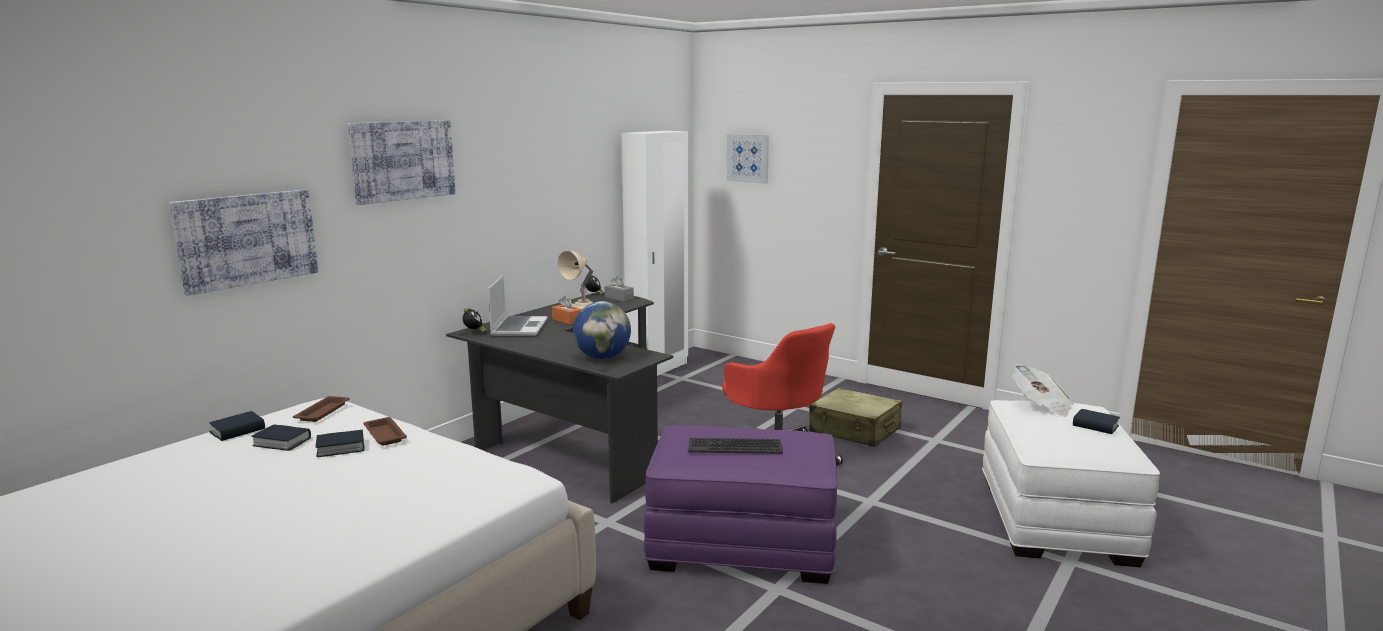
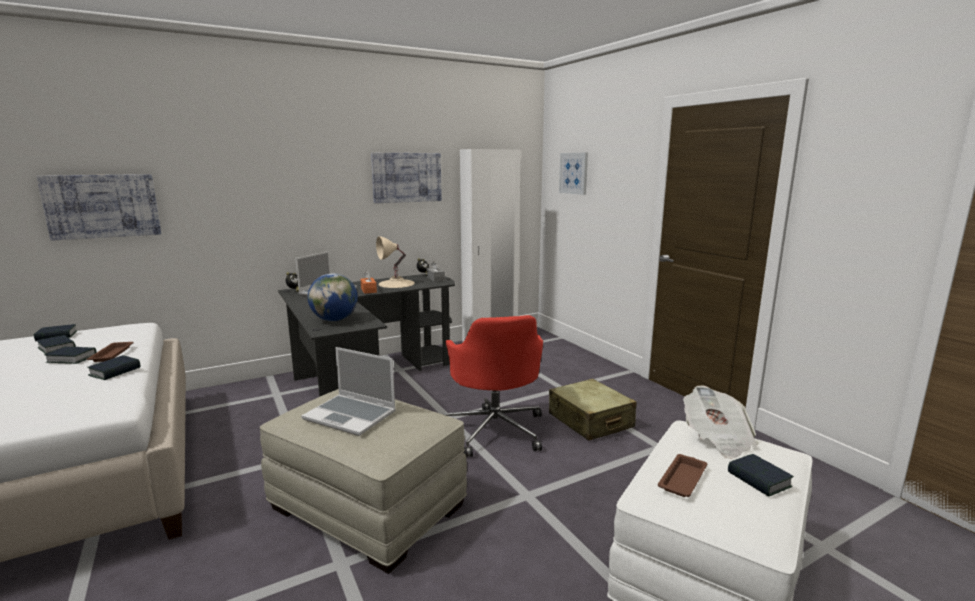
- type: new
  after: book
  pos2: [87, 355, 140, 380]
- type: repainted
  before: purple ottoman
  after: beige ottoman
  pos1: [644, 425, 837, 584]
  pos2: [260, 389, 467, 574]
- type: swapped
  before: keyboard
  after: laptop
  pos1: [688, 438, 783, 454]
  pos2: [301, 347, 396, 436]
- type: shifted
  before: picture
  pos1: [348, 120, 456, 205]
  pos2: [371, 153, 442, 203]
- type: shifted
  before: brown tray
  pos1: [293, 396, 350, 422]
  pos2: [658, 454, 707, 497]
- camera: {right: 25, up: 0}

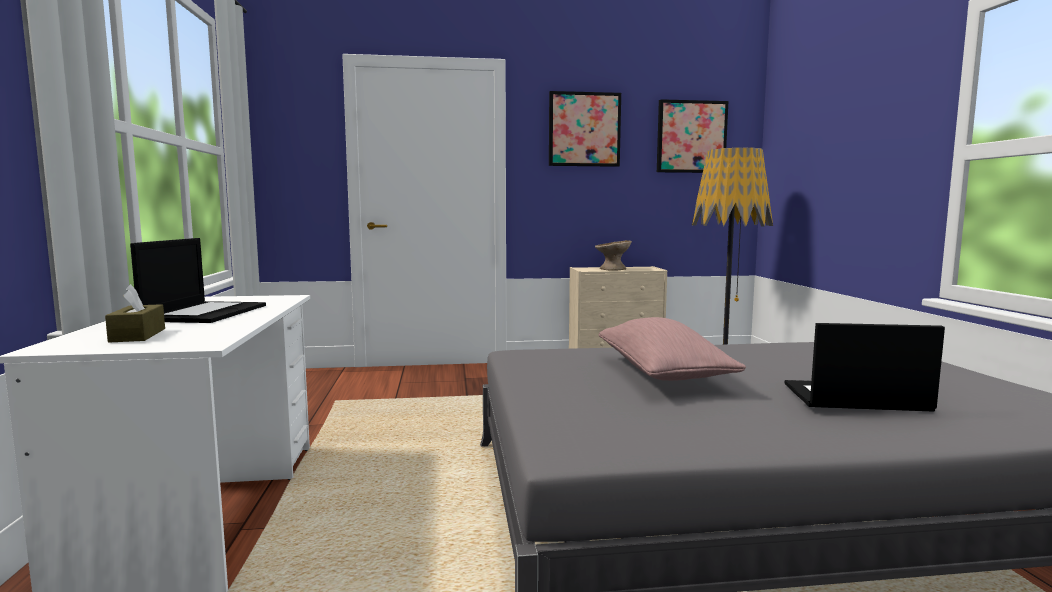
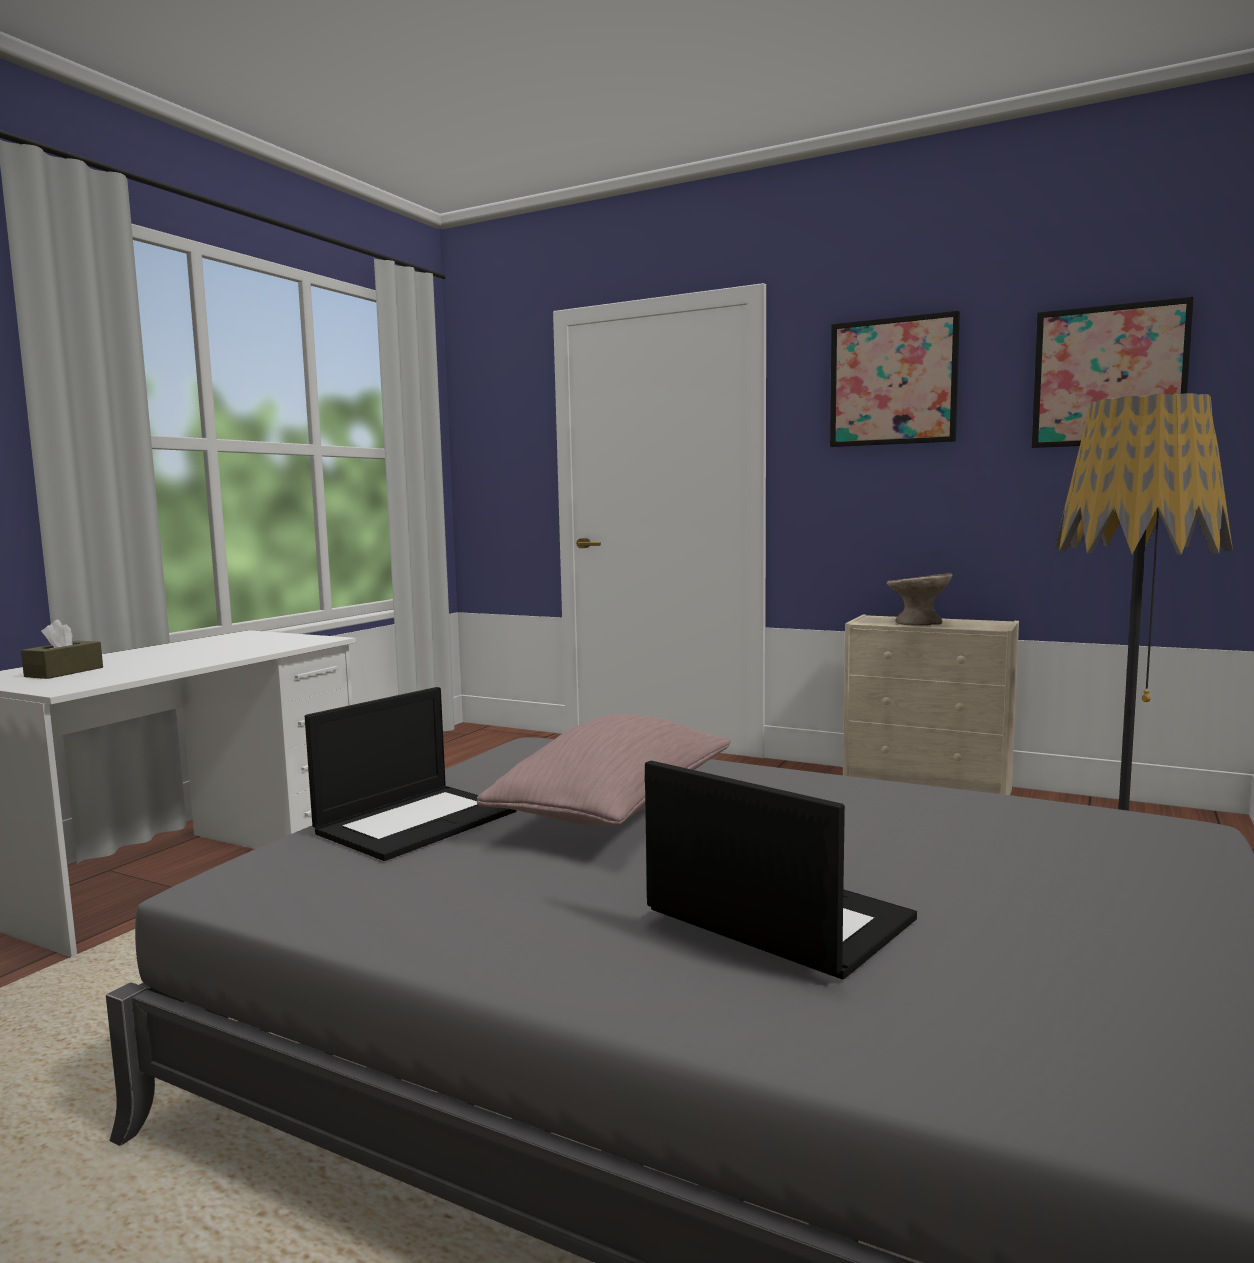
- type: shifted
  before: laptop
  pos1: [130, 238, 266, 323]
  pos2: [305, 687, 517, 861]
- camera: {right: 35, up: 0}

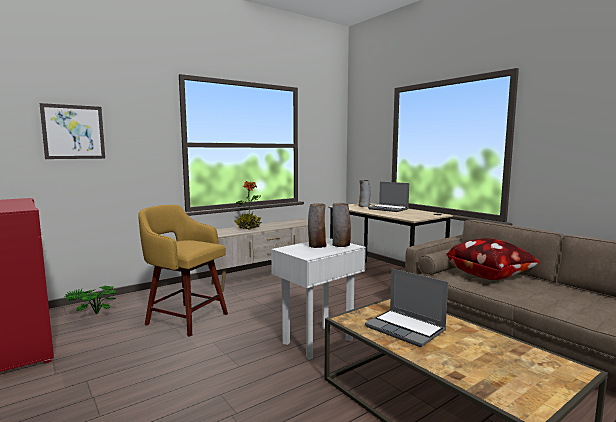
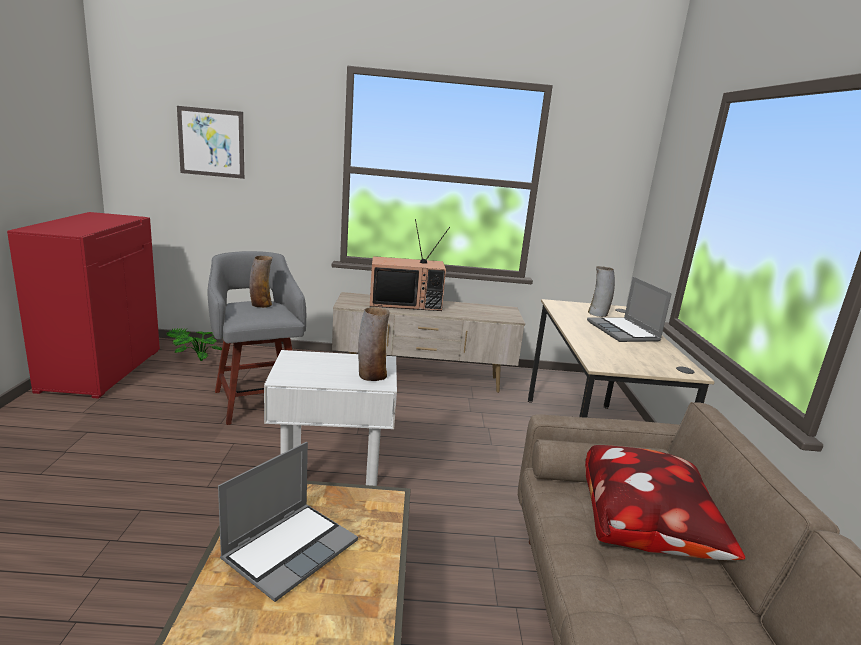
- type: repainted
  before: yellow stool
  after: grey stool
  pos1: [138, 205, 228, 337]
  pos2: [208, 251, 306, 425]
- type: rotated
  before: laptop
  pos1: [365, 268, 448, 347]
  pos2: [218, 442, 358, 602]
  turn: -135
- type: shifted
  before: vase
  pos1: [308, 203, 326, 248]
  pos2: [249, 256, 273, 308]
- type: swapped
  before: potted plant
  after: television
  pos1: [234, 181, 262, 230]
  pos2: [370, 219, 450, 311]
- camera: {right: 35, up: 10}

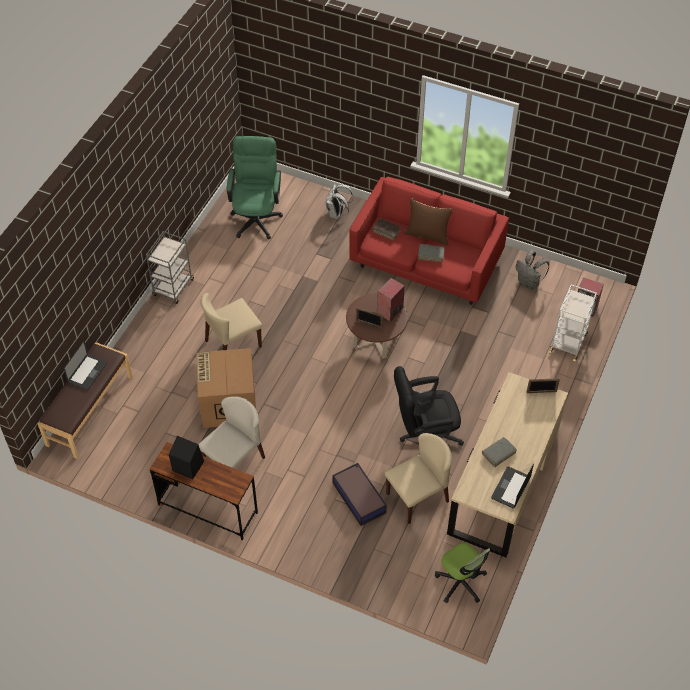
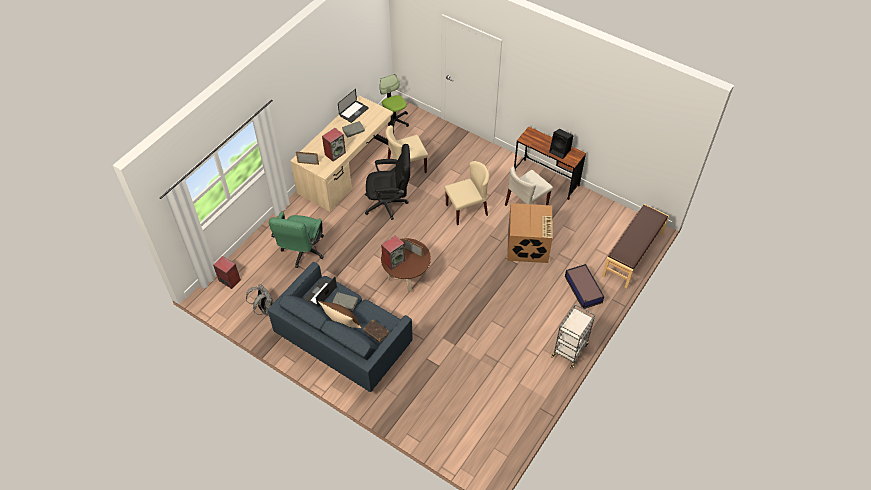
- type: repainted
  before: red sofa
  after: blue sofa
  pos1: [349, 177, 509, 305]
  pos2: [268, 262, 413, 392]
- type: shifted
  before: green office chair
  pos1: [227, 136, 283, 239]
  pos2: [269, 211, 324, 268]
- type: shifted
  before: laptop
  pos1: [64, 341, 107, 390]
  pos2: [304, 277, 337, 307]
- type: new
  after: speaker
  pos2: [322, 128, 346, 161]
- type: shifted
  before: beige chair
  pos1: [200, 293, 262, 350]
  pos2: [444, 161, 489, 225]
- type: shifted
  before: storage box
  pos1: [332, 463, 387, 526]
  pos2: [565, 264, 604, 309]
- type: gone
  before: white backpack
  pos1: [326, 184, 353, 219]
- type: gone
  before: white cart
  pos1: [549, 284, 597, 362]
- camera: {right: -170, up: 0}

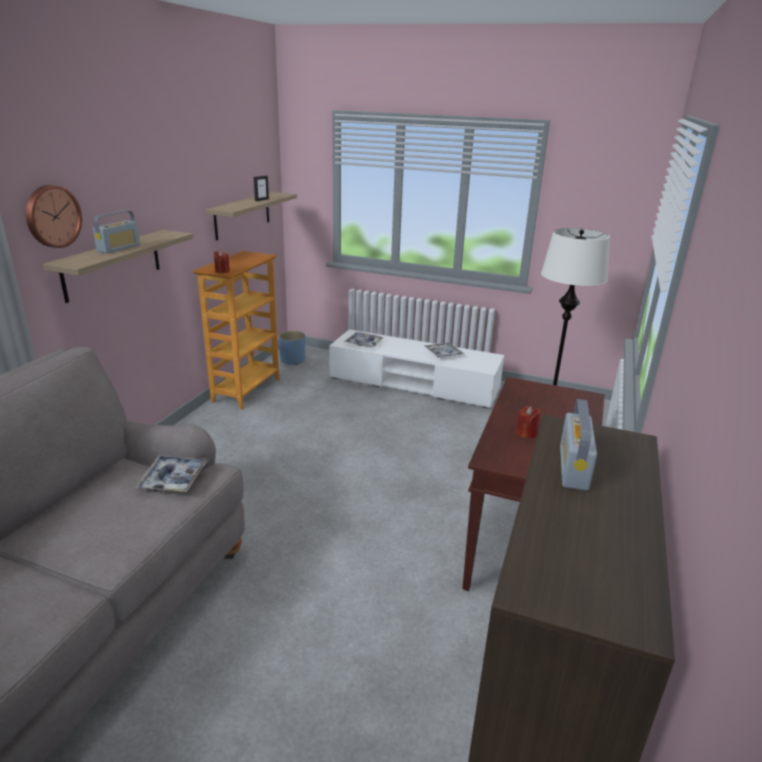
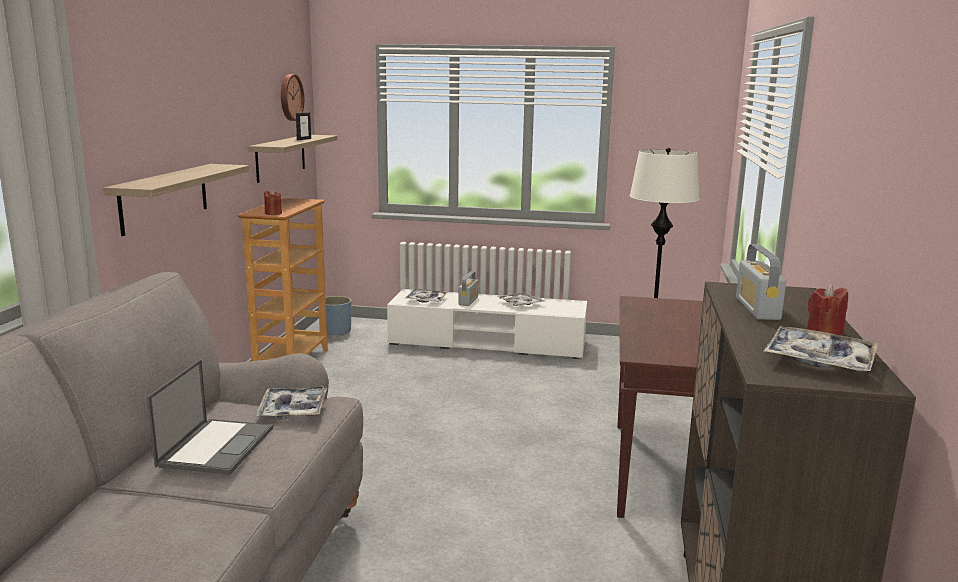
- type: new
  after: laptop
  pos2: [147, 359, 273, 475]
- type: shifted
  before: wall clock
  pos1: [26, 185, 82, 248]
  pos2: [281, 74, 304, 121]
- type: shifted
  before: radio
  pos1: [93, 210, 140, 254]
  pos2: [458, 271, 478, 306]
- type: new
  after: tray
  pos2: [763, 326, 879, 372]
- type: shifted
  before: red candle
  pos1: [516, 406, 540, 439]
  pos2: [807, 284, 848, 335]
- camera: {right: -10, up: -10}

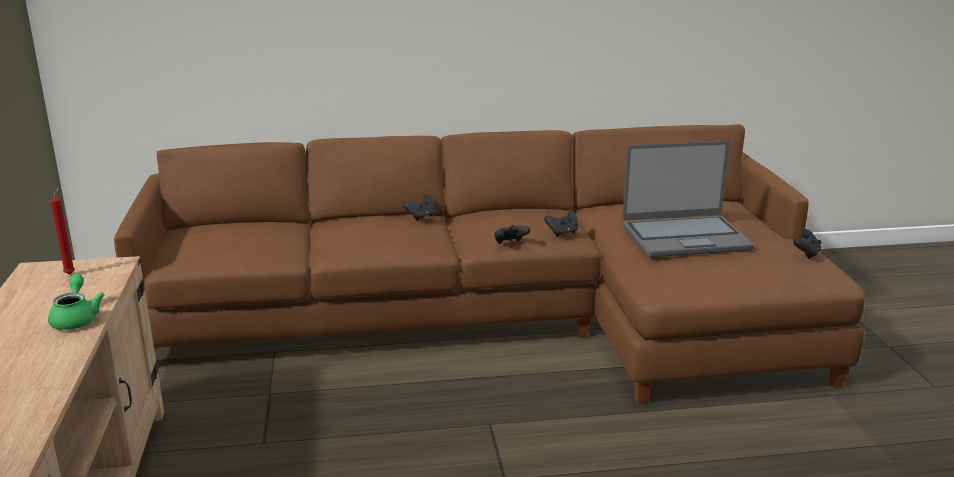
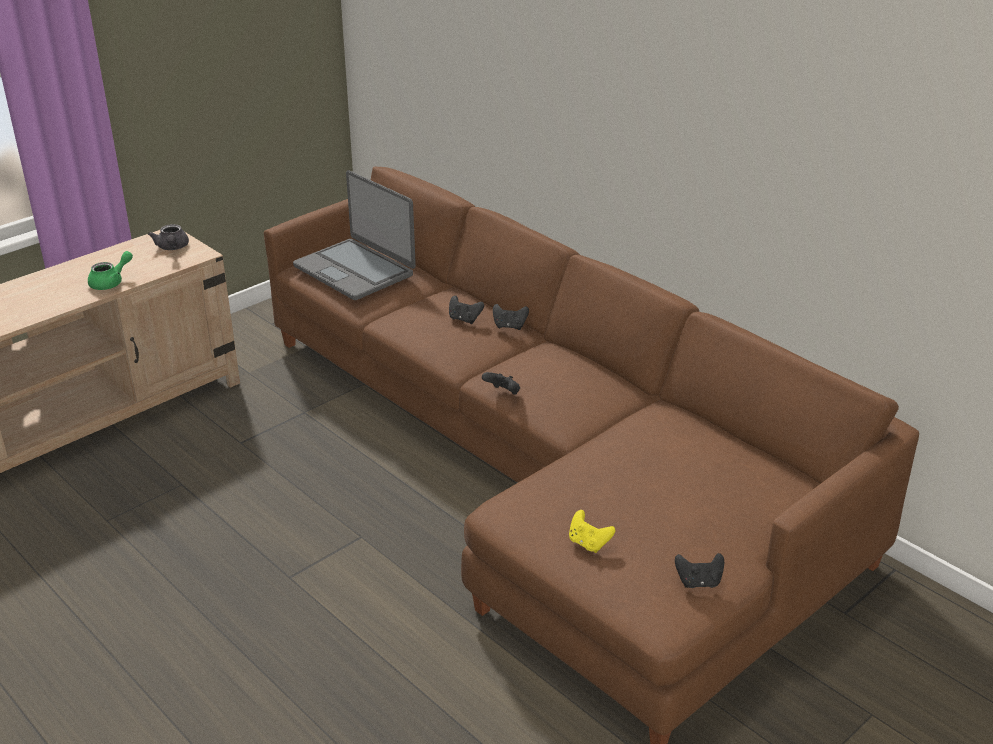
- type: swapped
  before: red candle
  after: grey teapot
  pos1: [50, 188, 75, 274]
  pos2: [148, 224, 189, 250]
- type: shifted
  before: laptop
  pos1: [622, 140, 754, 257]
  pos2: [293, 170, 416, 300]
- type: shifted
  before: black game controller
  pos1: [544, 211, 578, 237]
  pos2: [449, 296, 484, 324]
- type: new
  after: yellow game controller
  pos2: [569, 510, 615, 553]
- camera: {right: 55, up: 10}

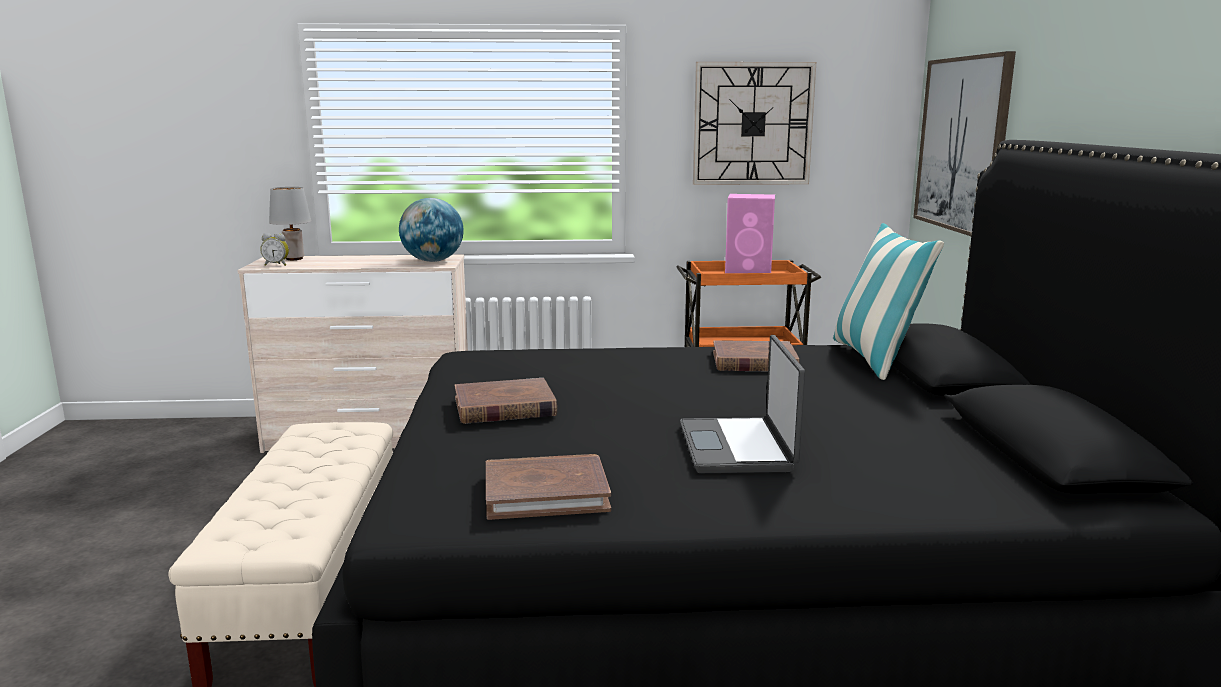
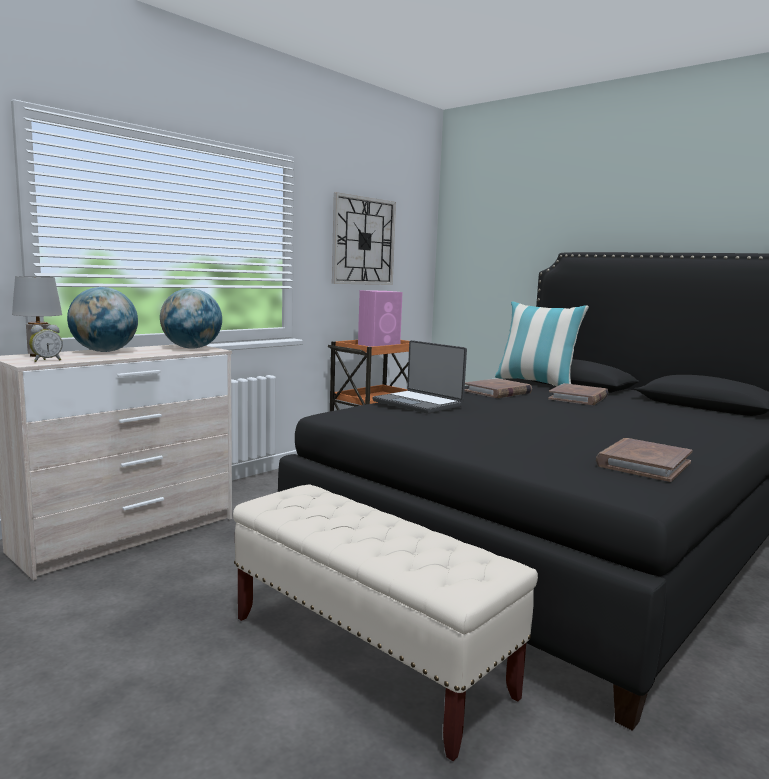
- type: new
  after: globe
  pos2: [67, 287, 138, 352]
- type: shifted
  before: laptop
  pos1: [680, 335, 805, 473]
  pos2: [372, 340, 467, 414]
- type: shifted
  before: brown book
  pos1: [455, 378, 557, 424]
  pos2: [548, 383, 609, 405]
- type: gone
  before: picture
  pos1: [913, 51, 1016, 236]
- camera: {right: -45, up: -5}

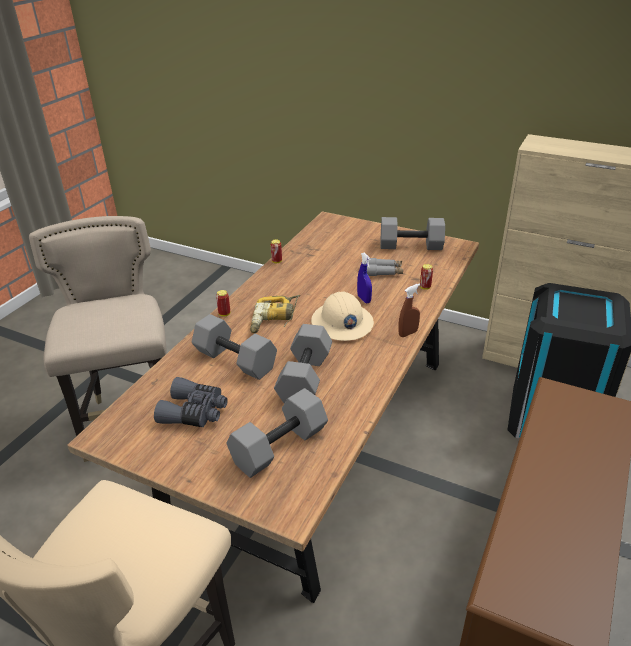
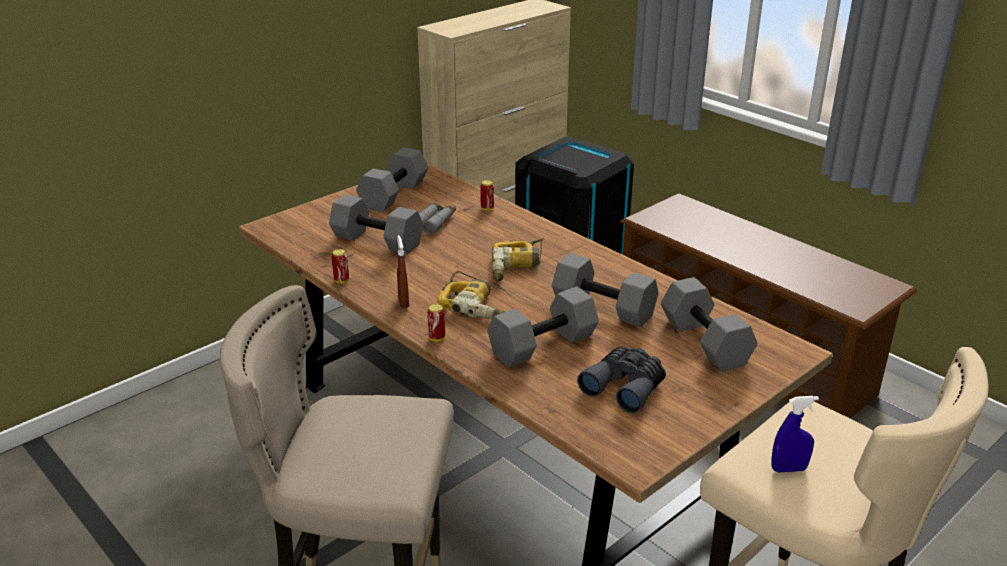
- type: new
  after: grey dumbbell
  pos2: [329, 194, 423, 254]
- type: shifted
  before: brown spray bottle
  pos1: [398, 284, 420, 337]
  pos2: [397, 235, 409, 308]
- type: swapped
  before: beige hard hat
  after: power drill
  pos1: [311, 292, 374, 341]
  pos2: [492, 238, 544, 281]
- type: shifted
  before: blue spray bottle
  pos1: [357, 253, 372, 303]
  pos2: [771, 396, 819, 472]
- camera: {right: -70, up: -5}

